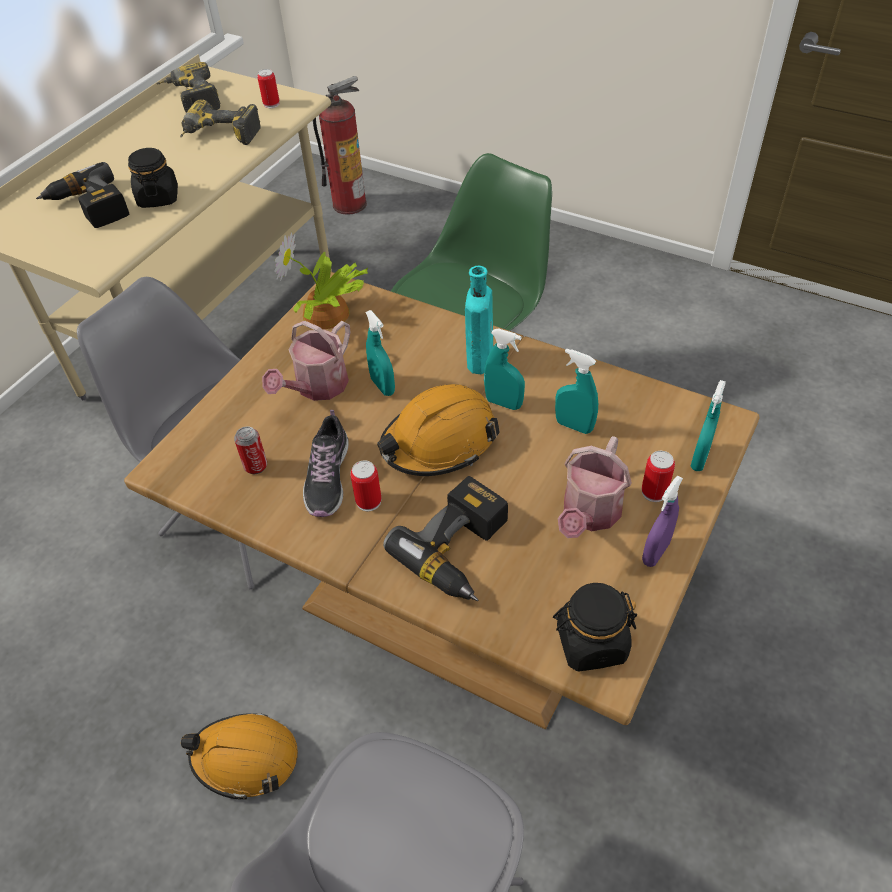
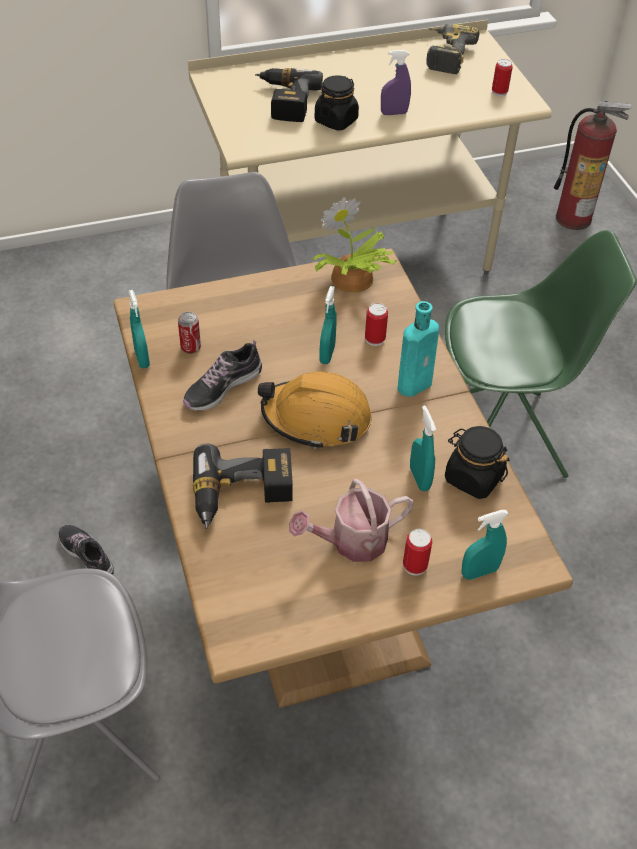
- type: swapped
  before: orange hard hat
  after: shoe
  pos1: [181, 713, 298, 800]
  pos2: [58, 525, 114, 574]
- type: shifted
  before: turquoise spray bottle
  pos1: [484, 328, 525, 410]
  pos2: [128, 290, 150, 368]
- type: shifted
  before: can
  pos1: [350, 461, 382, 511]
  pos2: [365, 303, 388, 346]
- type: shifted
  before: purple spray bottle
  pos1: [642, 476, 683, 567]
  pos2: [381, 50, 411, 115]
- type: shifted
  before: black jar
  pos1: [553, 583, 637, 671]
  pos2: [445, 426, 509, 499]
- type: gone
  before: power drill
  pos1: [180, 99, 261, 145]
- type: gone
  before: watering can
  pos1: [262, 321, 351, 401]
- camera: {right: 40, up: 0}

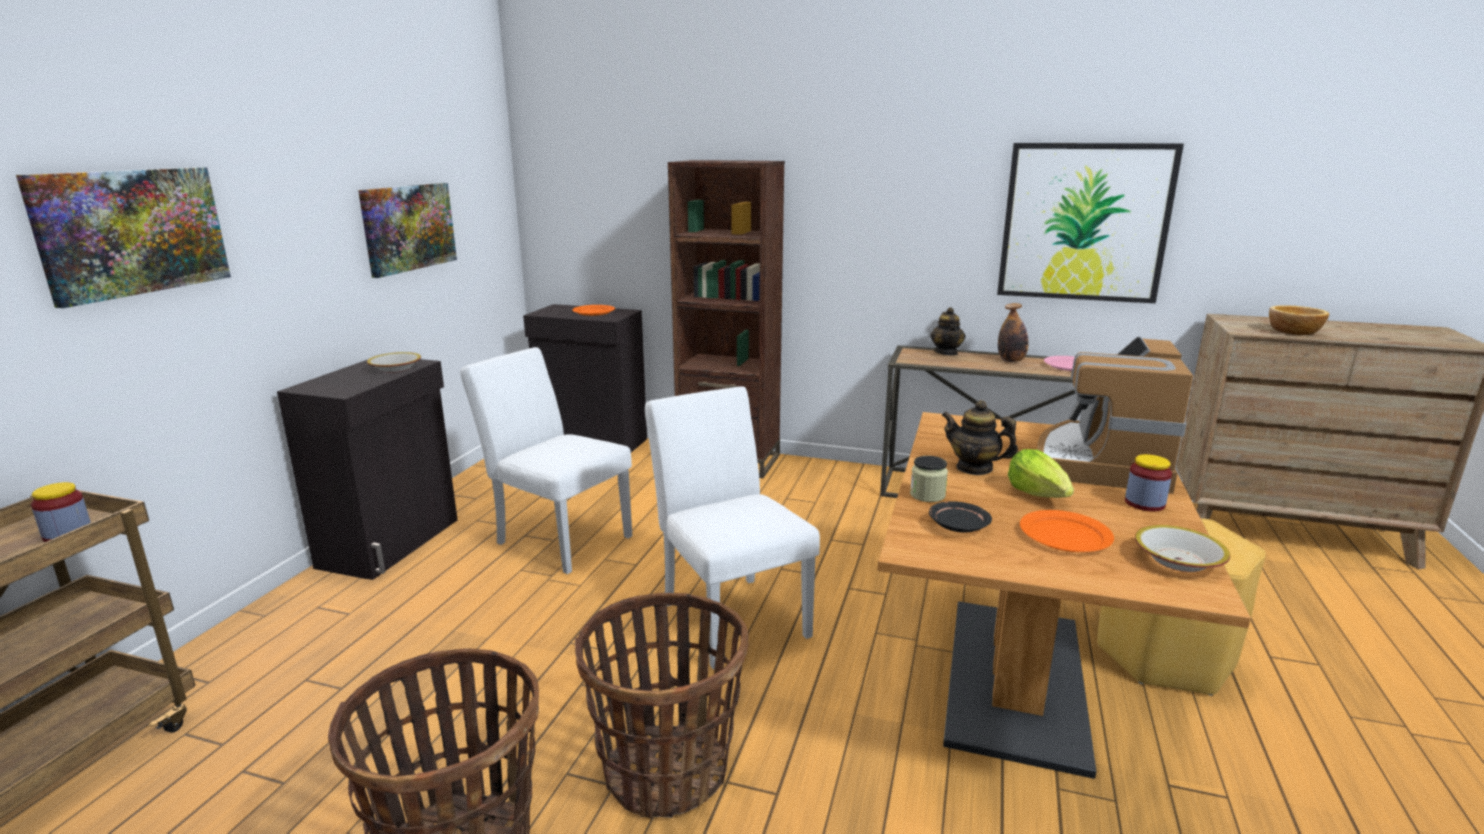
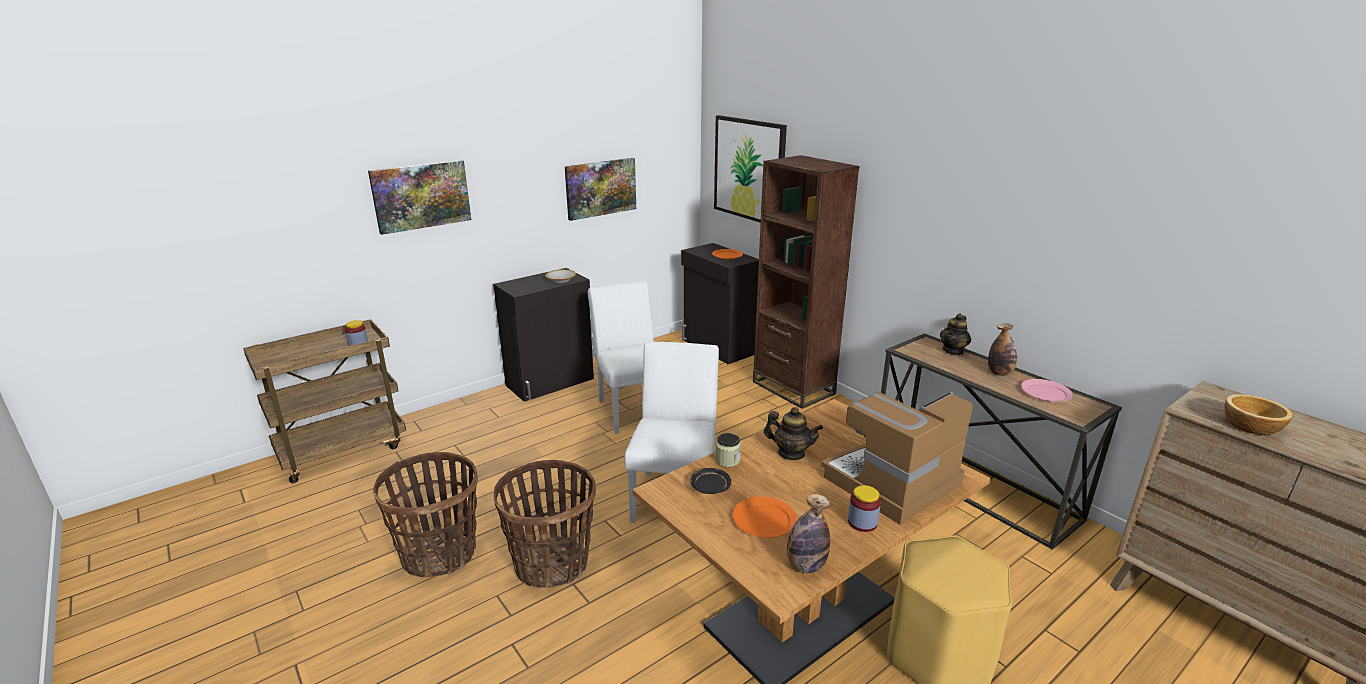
- type: shifted
  before: picture
  pos1: [997, 143, 1184, 303]
  pos2: [714, 115, 787, 223]
- type: rotated
  before: teapot
  pos1: [941, 400, 1018, 475]
  pos2: [764, 407, 823, 460]
  turn: 135
- type: swapped
  before: bowl
  after: bottle
  pos1: [1135, 525, 1230, 572]
  pos2: [787, 494, 830, 573]
- type: gone
  before: lettuce
  pos1: [1008, 449, 1074, 498]
- camera: {right: 35, up: 5}

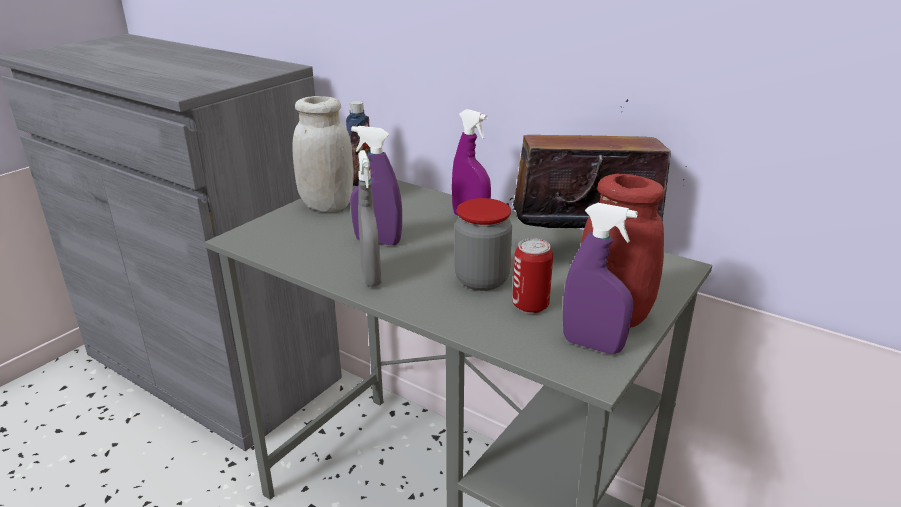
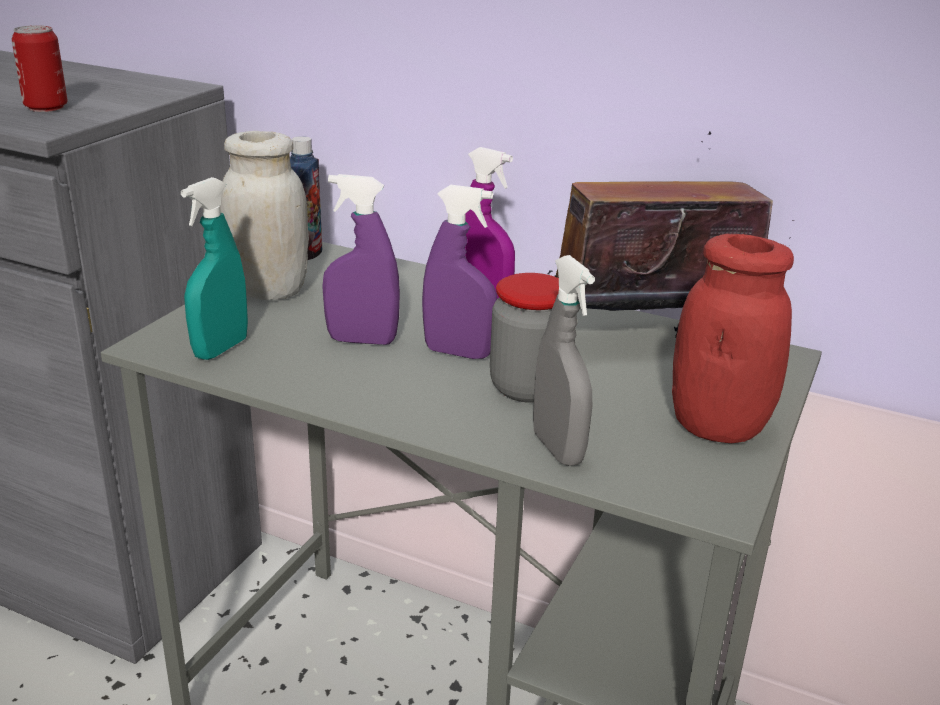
- type: shifted
  before: can
  pos1: [512, 238, 553, 314]
  pos2: [11, 25, 68, 112]
- type: new
  after: turquoise spray bottle
  pos2: [181, 177, 248, 360]
- type: shifted
  before: purple spray bottle
  pos1: [563, 203, 638, 354]
  pos2: [422, 185, 497, 359]
- type: shifted
  before: grey spray bottle
  pos1: [358, 150, 382, 287]
  pos2: [533, 255, 595, 466]
- camera: {right: -10, up: 0}

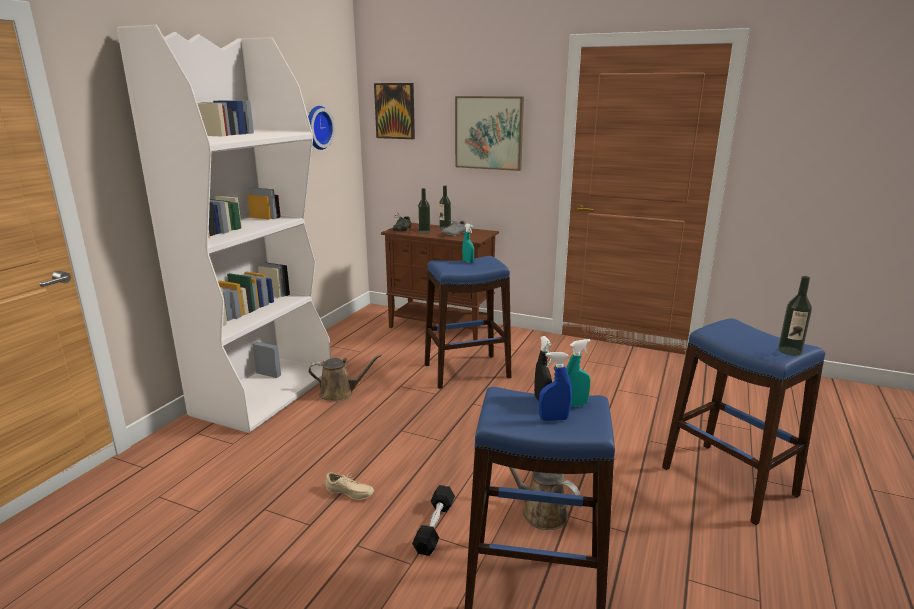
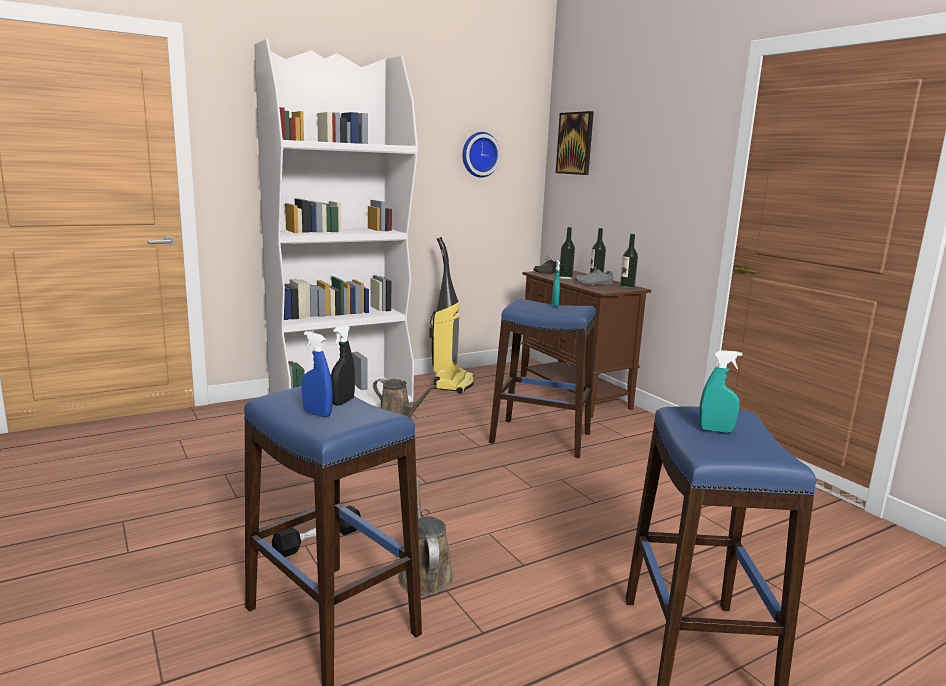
- type: new
  after: vacuum cleaner
  pos2: [429, 237, 474, 394]
- type: shifted
  before: bottle
  pos1: [778, 276, 812, 356]
  pos2: [620, 234, 638, 289]
- type: shifted
  before: turquoise spray bottle
  pos1: [566, 339, 591, 408]
  pos2: [699, 350, 742, 433]
- type: gone
  before: beige shoe
  pos1: [326, 472, 374, 500]
- type: gone
  before: picture
  pos1: [455, 96, 524, 171]
- camera: {right: 35, up: -5}

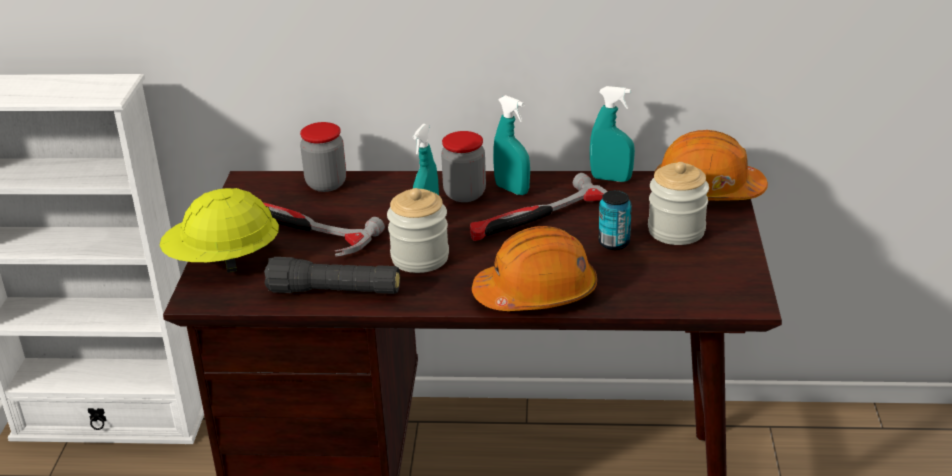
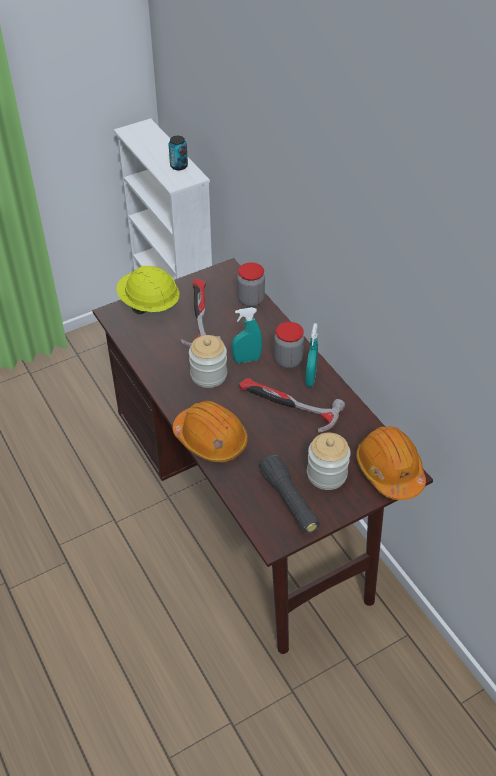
- type: shifted
  before: can
  pos1: [599, 190, 632, 250]
  pos2: [169, 136, 188, 170]
- type: shifted
  before: black flashlight
  pos1: [264, 257, 400, 294]
  pos2: [259, 454, 320, 534]
- type: gone
  before: turquoise spray bottle
  pos1: [590, 86, 635, 182]
- camera: {right: 55, up: 15}

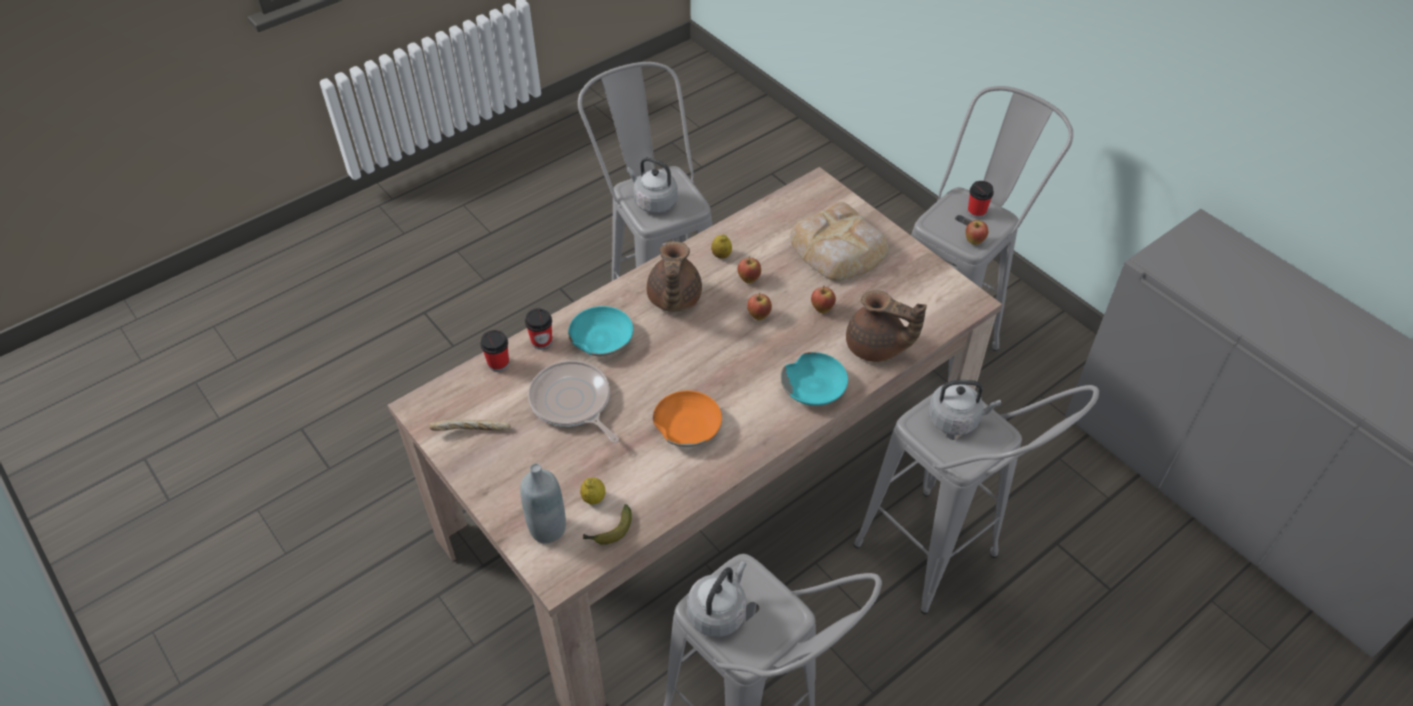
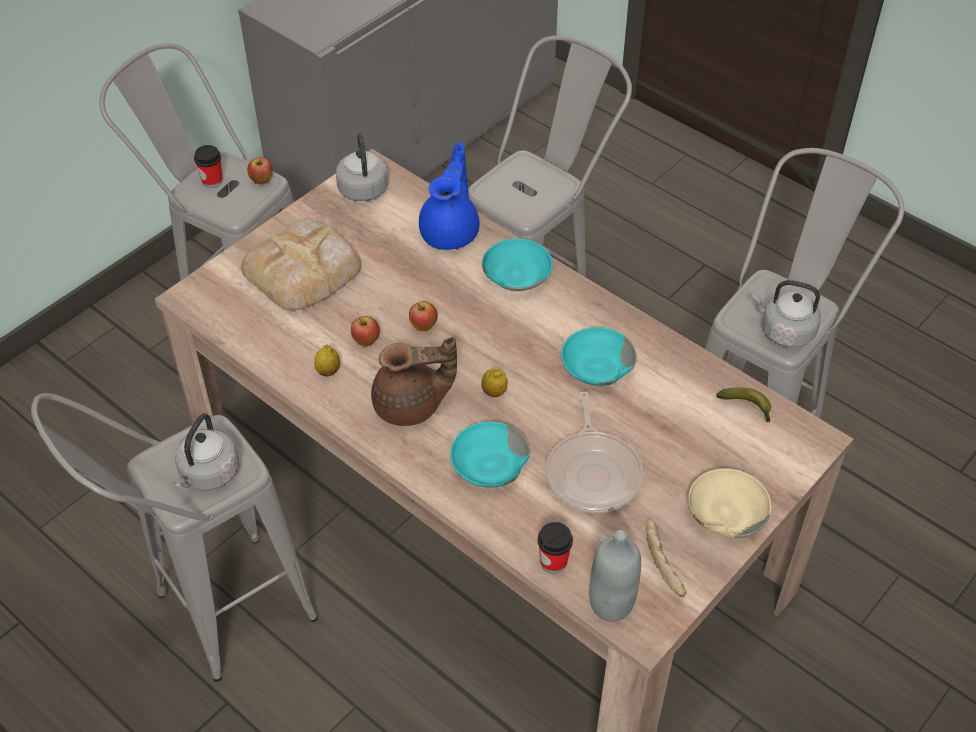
- type: shifted
  before: grey kettle
  pos1: [929, 380, 1001, 435]
  pos2: [336, 133, 388, 201]
- type: repainted
  before: brown teapot
  after: blue teapot
  pos1: [846, 290, 927, 362]
  pos2: [419, 142, 480, 250]
- type: shifted
  before: lemon
  pos1: [580, 478, 606, 505]
  pos2: [481, 368, 508, 397]
- type: rotated
  before: frying pan
  pos1: [528, 360, 619, 443]
  pos2: [546, 391, 643, 513]
  turn: -45
- type: repainted
  before: orange bowl
  after: turquoise bowl
  pos1: [653, 391, 722, 447]
  pos2: [561, 327, 637, 386]
- type: shifted
  before: grey bottle
  pos1: [520, 463, 566, 543]
  pos2: [590, 530, 641, 622]
- type: new
  after: beige bowl
  pos2: [688, 468, 772, 538]
- type: gone
  before: cup
  pos1: [525, 308, 552, 350]
- type: gone
  before: apple
  pos1: [811, 286, 836, 313]
- camera: {right: -100, up: 0}

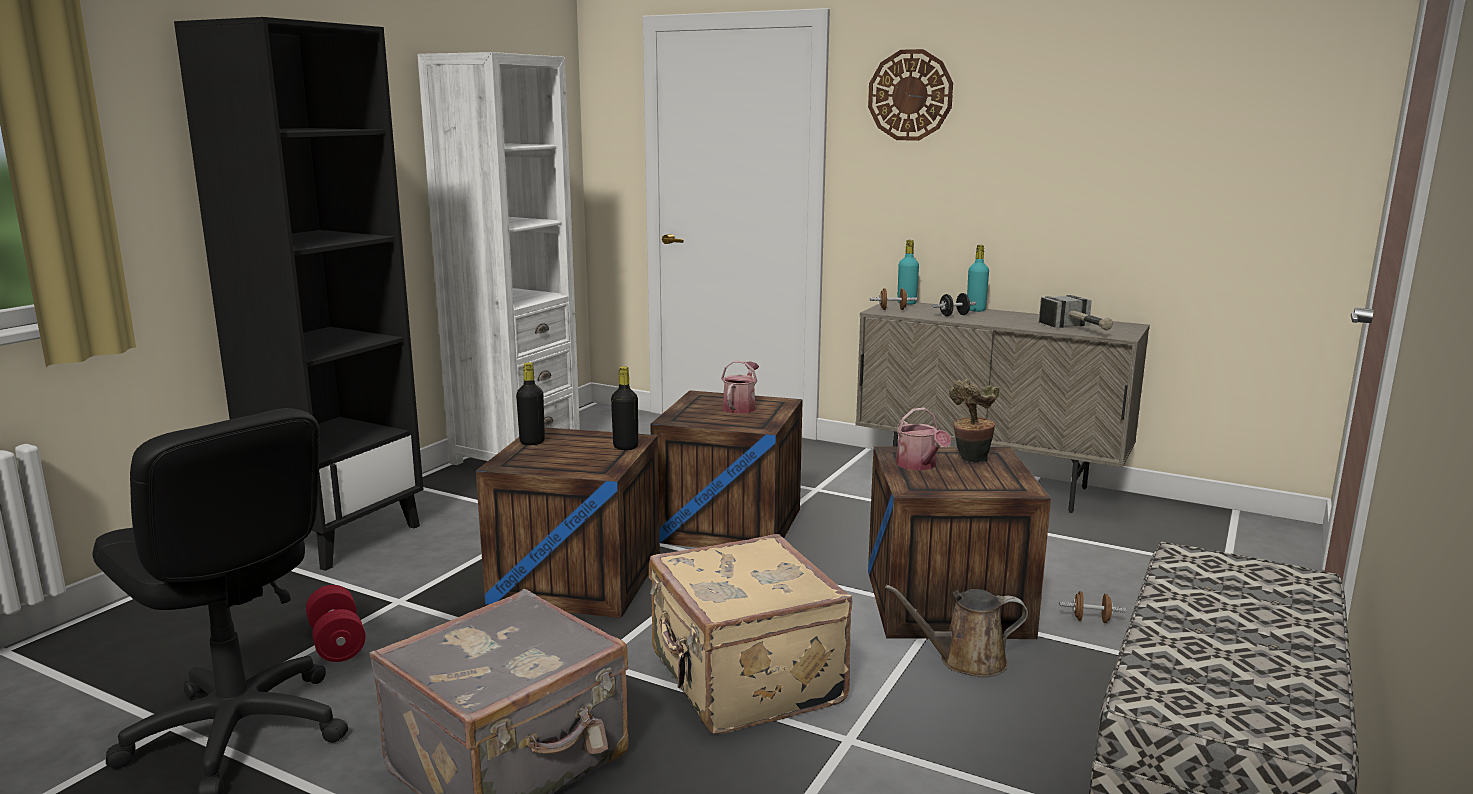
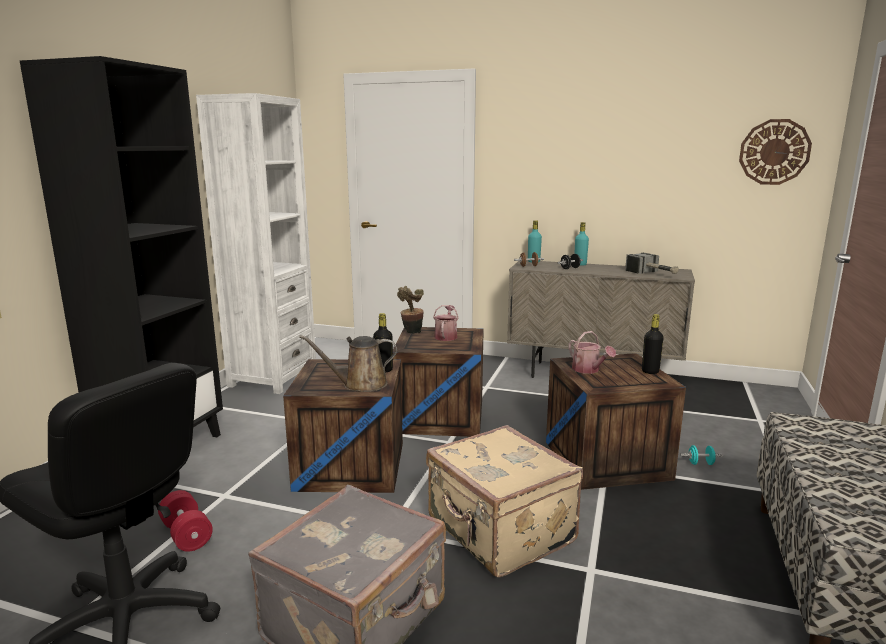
- type: shifted
  before: brown watering can
  pos1: [885, 585, 1028, 677]
  pos2: [300, 335, 397, 392]
- type: shifted
  before: potted plant
  pos1: [949, 379, 999, 463]
  pos2: [397, 286, 424, 334]
- type: shifted
  before: black bottle
  pos1: [516, 362, 545, 445]
  pos2: [642, 314, 663, 374]
- type: repainted
  before: brown dumbbell
  after: turquoise dumbbell
  pos1: [1060, 591, 1126, 623]
  pos2: [680, 445, 723, 465]
- type: shifted
  before: wall clock
  pos1: [868, 49, 953, 141]
  pos2: [739, 119, 812, 185]
- camera: {right: -10, up: 0}

